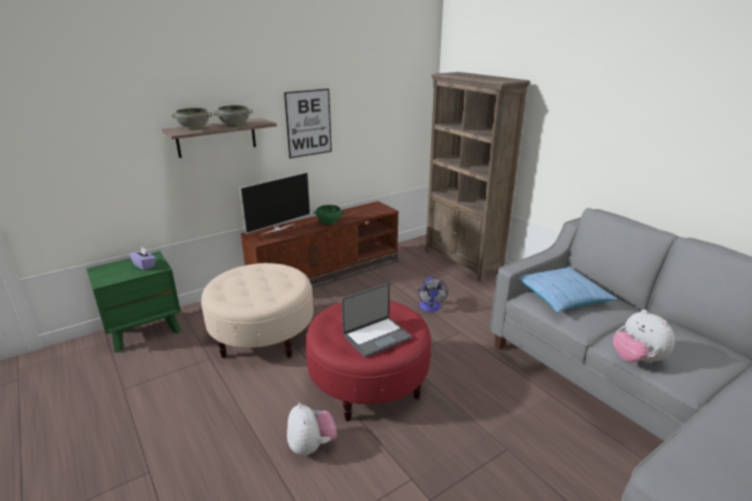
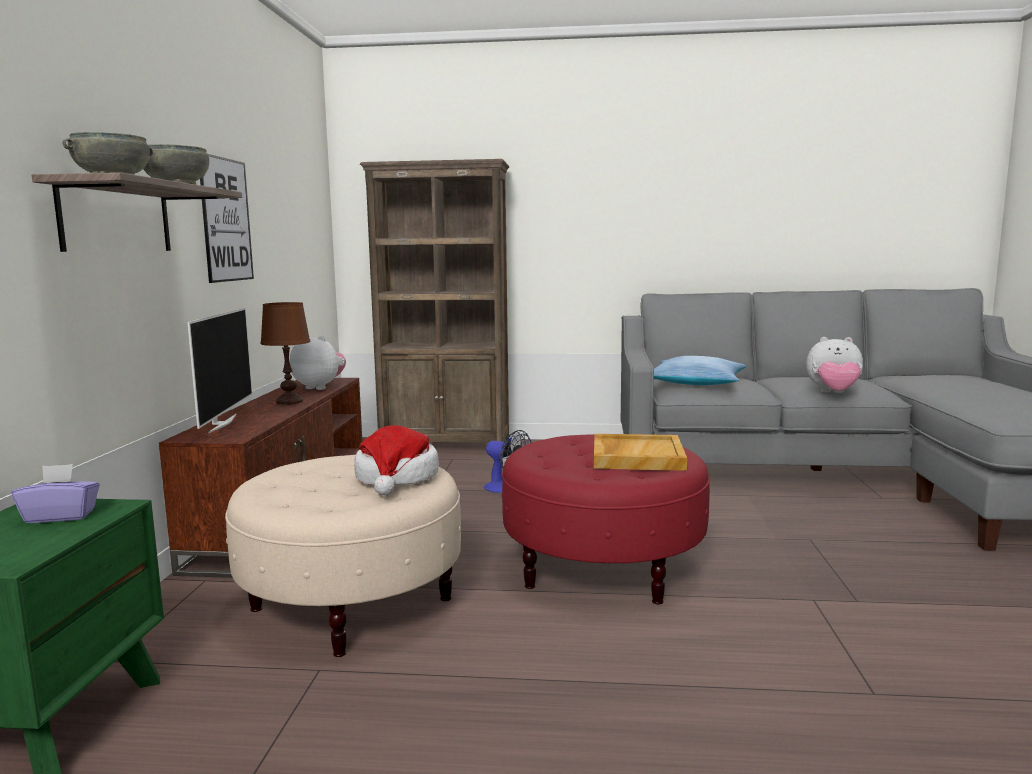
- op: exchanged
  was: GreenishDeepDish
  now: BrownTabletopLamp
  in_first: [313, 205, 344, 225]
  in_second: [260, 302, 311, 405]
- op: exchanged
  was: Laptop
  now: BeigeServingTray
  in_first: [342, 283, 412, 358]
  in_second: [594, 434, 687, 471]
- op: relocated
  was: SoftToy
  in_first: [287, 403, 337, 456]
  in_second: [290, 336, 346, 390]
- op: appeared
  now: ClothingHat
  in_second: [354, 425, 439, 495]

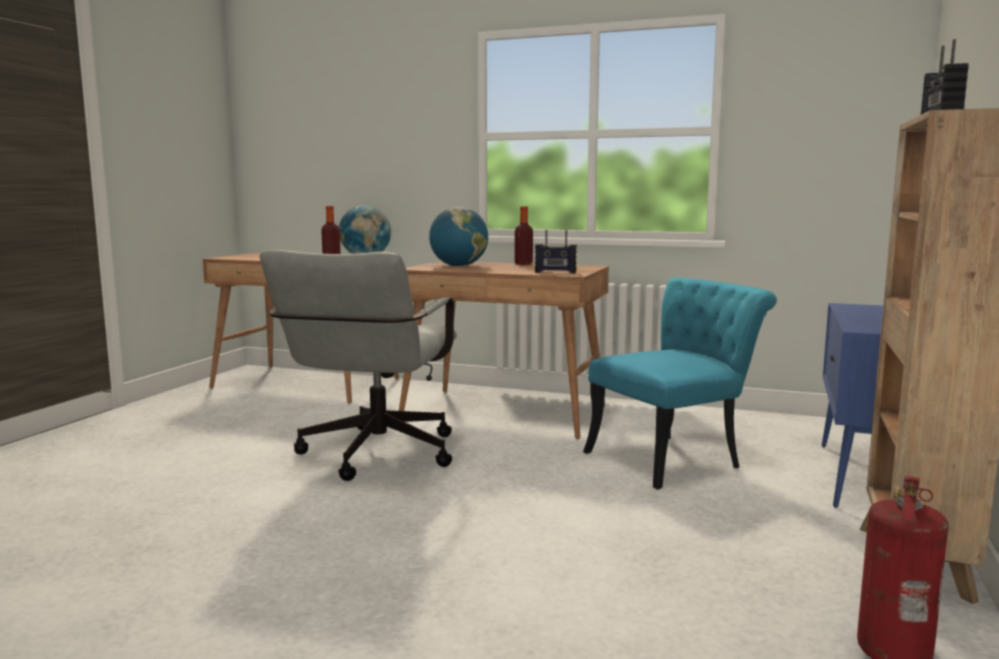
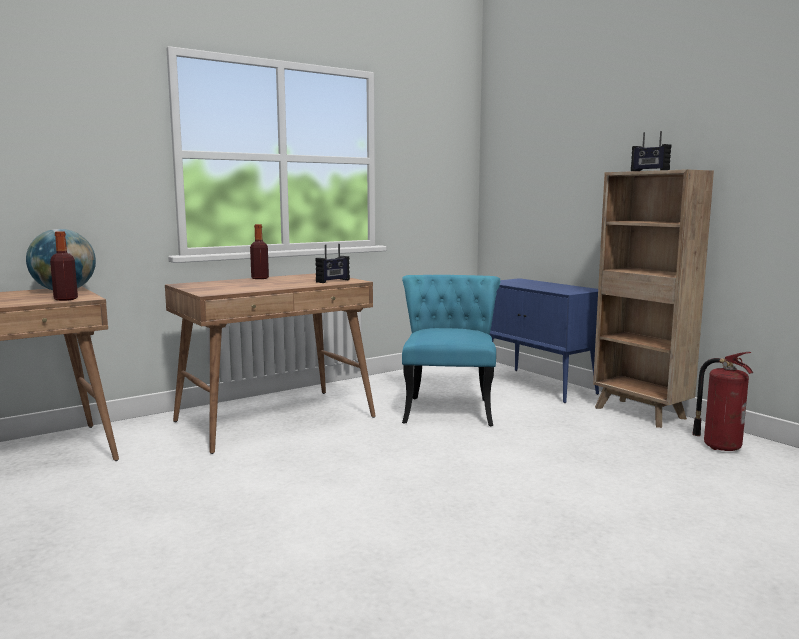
- op: missing
  was: DeskGlobe
  in_first: [429, 207, 488, 266]
- op: missing
  was: GrayDeskChair
  in_first: [260, 250, 457, 481]

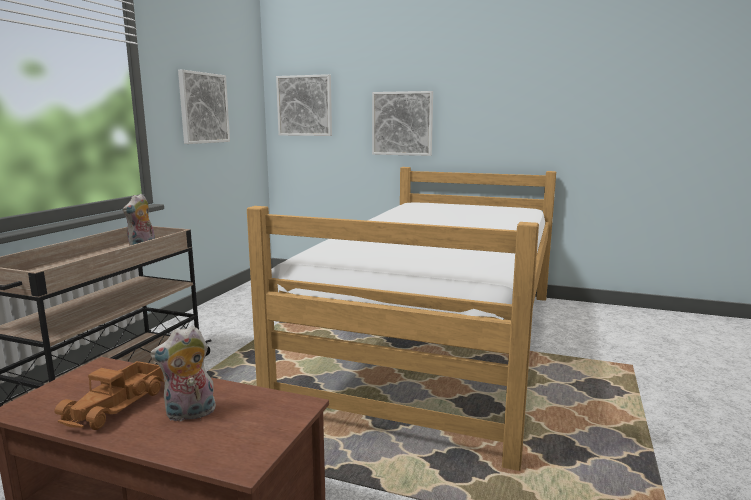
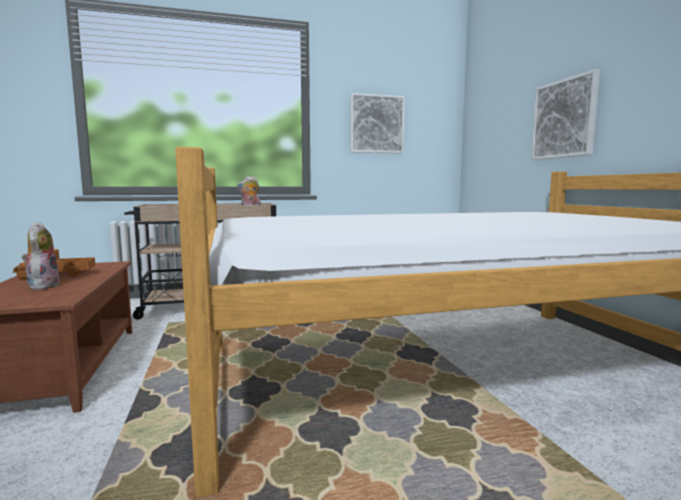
- op: missing
  was: Picture
  in_first: [276, 74, 332, 136]
- op: spun
  was: SoftToy
  in_first: [150, 326, 216, 422]
  in_second: [22, 222, 60, 290]
  clockwise: 45

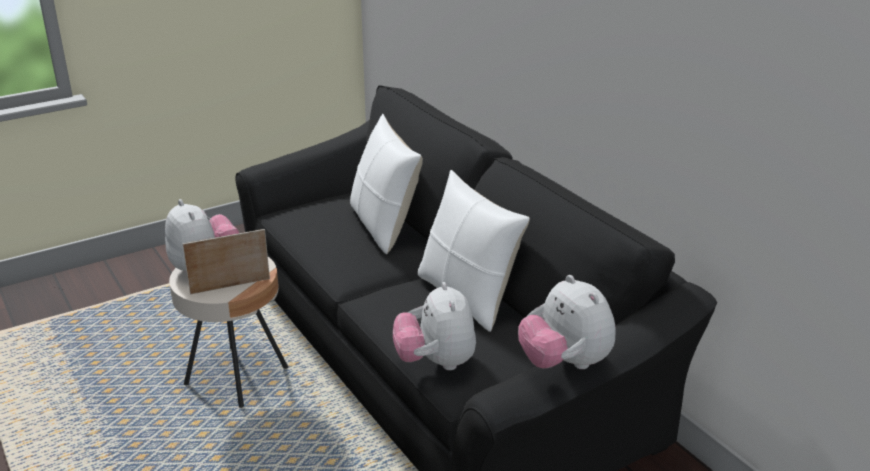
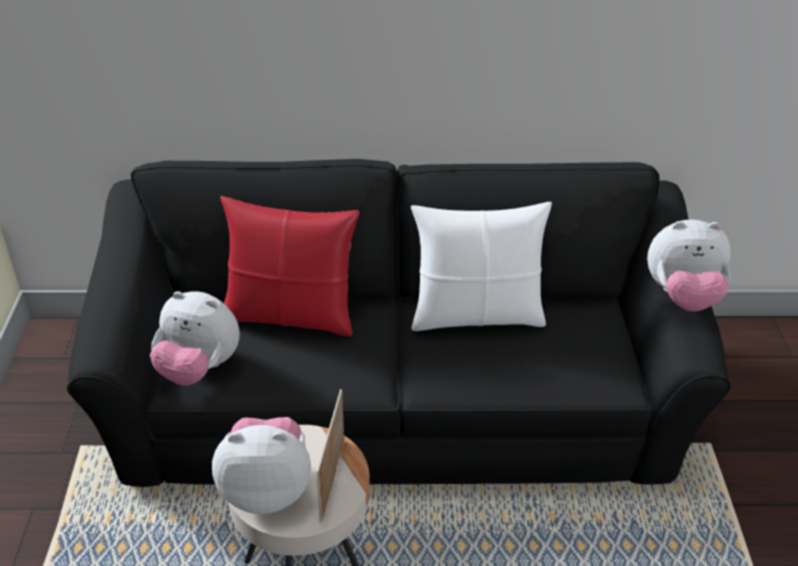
- op: colour
  was: WhitishPillow
  now: RedColouredPillow
  in_first: [350, 114, 423, 254]
  in_second: [220, 196, 360, 337]
- op: relocated
  was: SoftToy
  in_first: [393, 282, 476, 370]
  in_second: [150, 291, 240, 386]

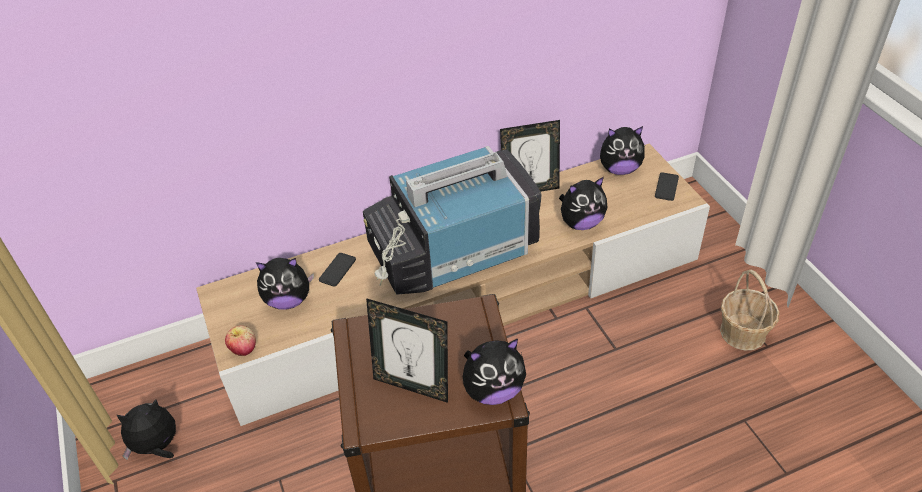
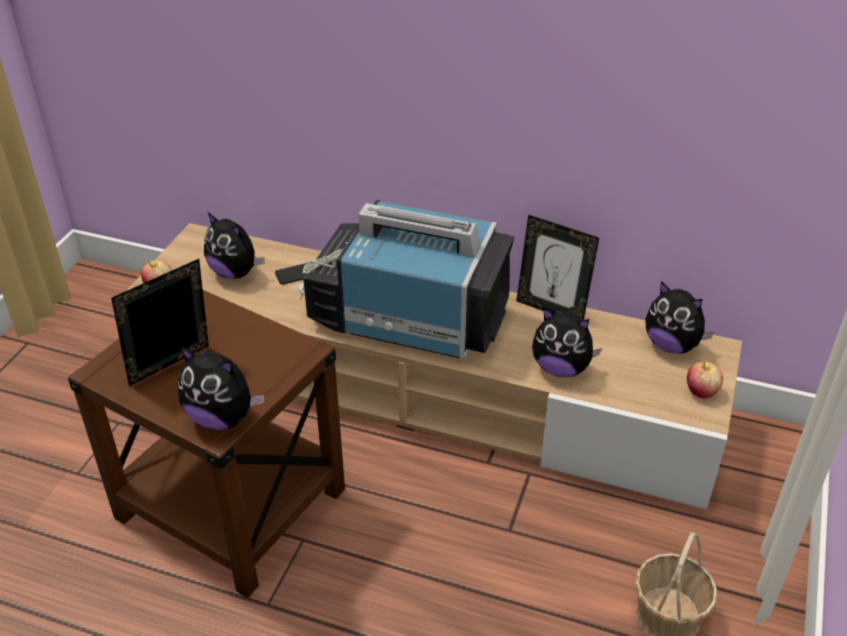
- op: exchanged
  was: Telephone
  now: Apple
  in_first: [655, 172, 679, 201]
  in_second: [687, 361, 723, 399]
- op: spun
  was: PhotoFrame
  in_first: [366, 298, 448, 403]
  in_second: [111, 259, 209, 386]
  clockwise: 75
- op: missing
  was: SoftToy
  in_first: [117, 399, 176, 460]

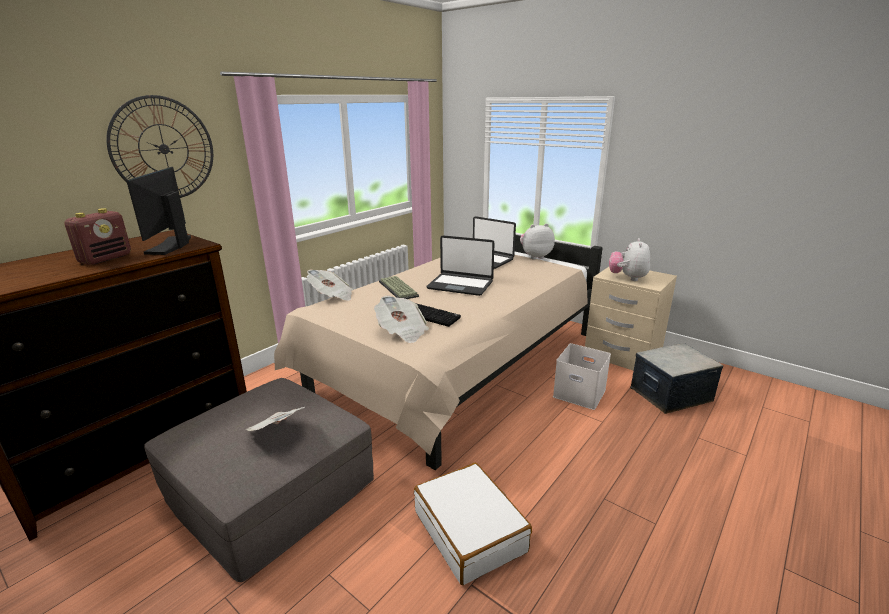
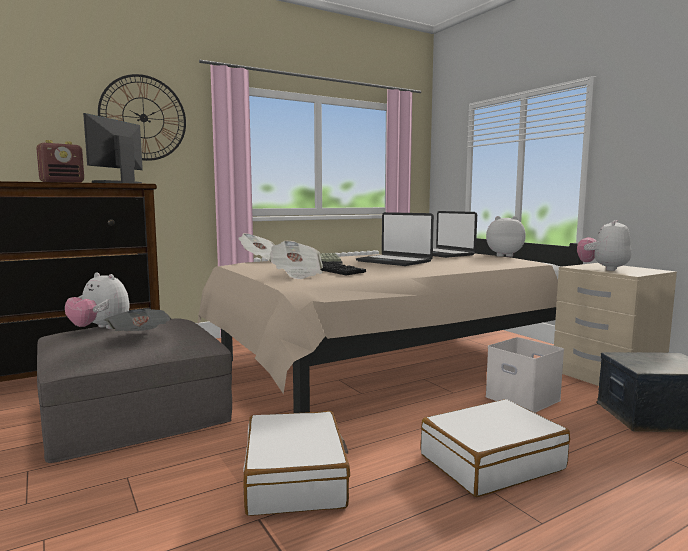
- op: appeared
  now: SoftToy
  in_second: [65, 273, 130, 329]
- op: appeared
  now: WhitishPieceOfLuggage
  in_second: [421, 399, 570, 497]

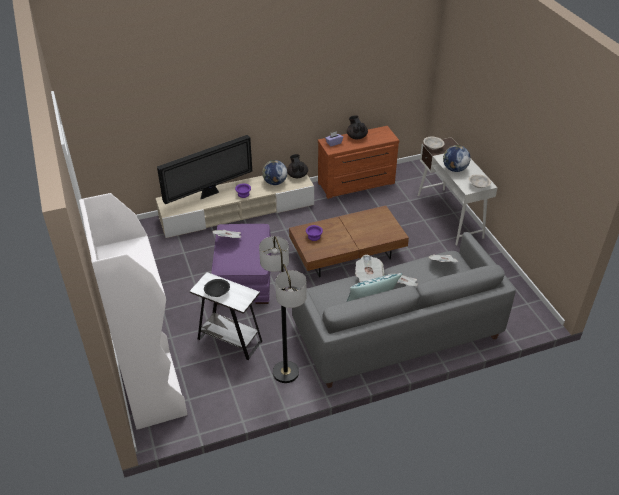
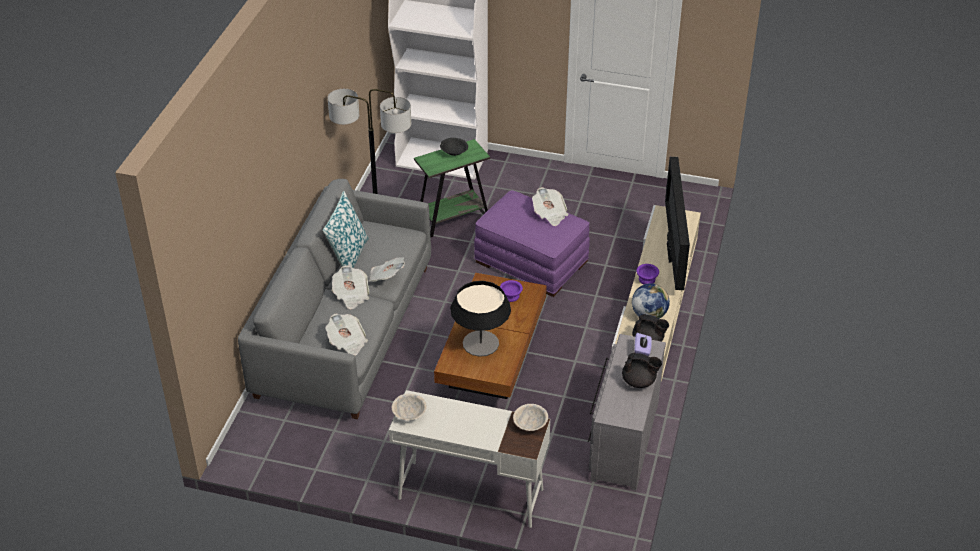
- op: colour
  was: BrownChestOfDrawers
  now: GrayChestOfDrawers
  in_first: [318, 126, 400, 199]
  in_second: [588, 334, 666, 491]
- op: missing
  was: DeskGlobe
  in_first: [443, 145, 470, 172]
- op: colour
  was: WhitishEndTable
  now: GreenishEndTable
  in_first: [190, 272, 262, 360]
  in_second: [414, 139, 490, 237]
- op: appeared
  now: TabletopLamp
  in_second: [450, 281, 511, 357]

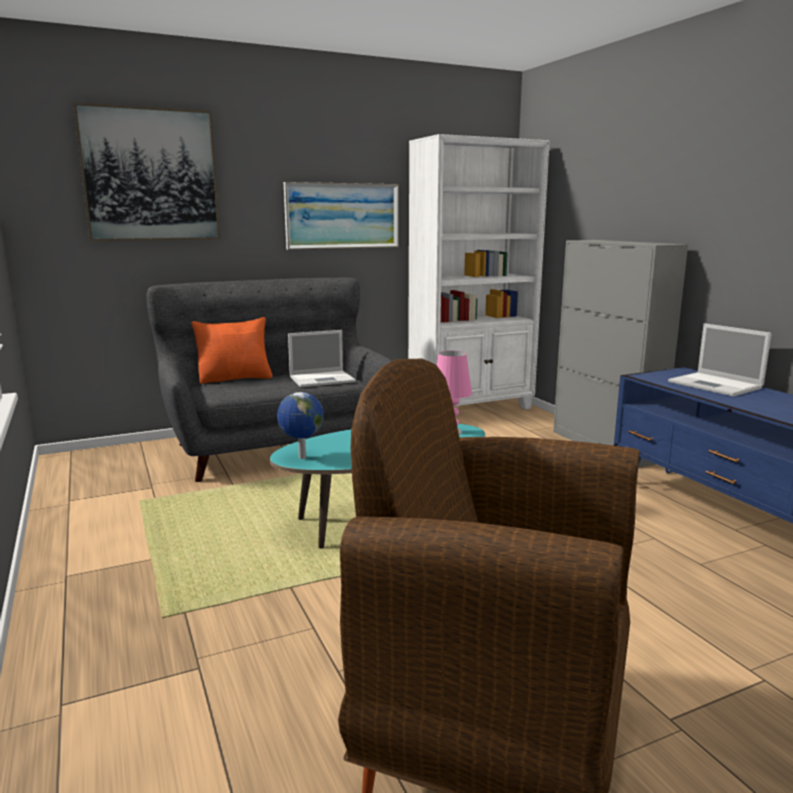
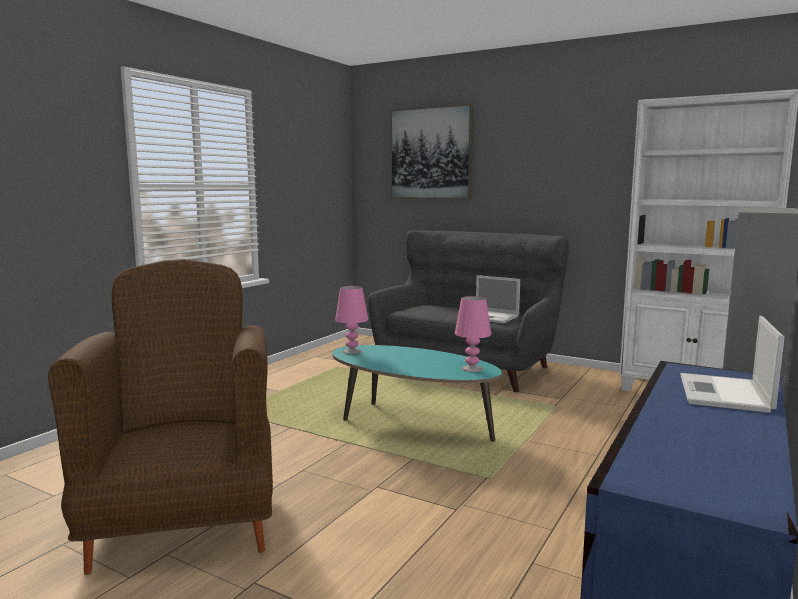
- op: missing
  was: Picture
  in_first: [284, 182, 399, 250]
- op: missing
  was: OrangePillow
  in_first: [192, 317, 272, 384]
- op: exchanged
  was: DeskGlobe
  now: PinkTabletopLamp
  in_first: [277, 392, 324, 459]
  in_second: [335, 286, 368, 354]

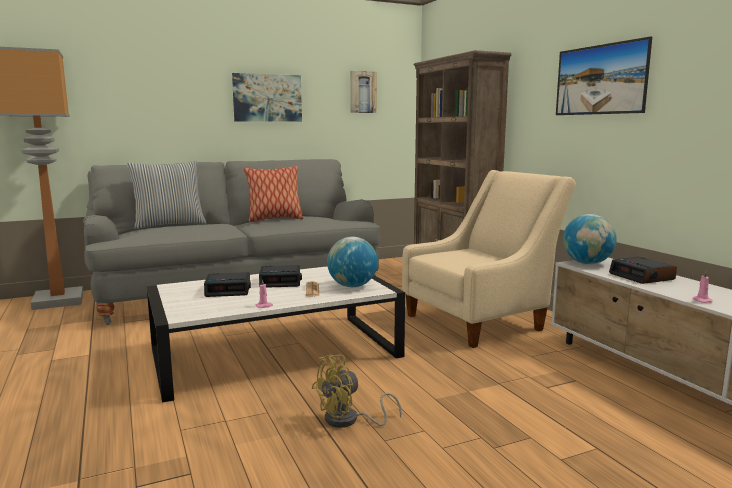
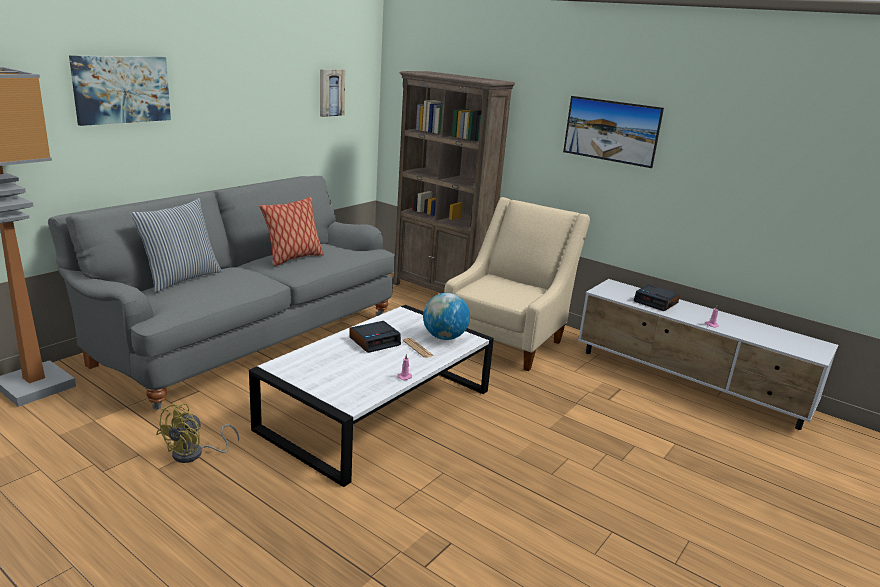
- op: relocated
  was: Picture
  in_first: [232, 73, 302, 122]
  in_second: [69, 55, 171, 126]
- op: missing
  was: DeskGlobe
  in_first: [563, 214, 617, 264]
- op: missing
  was: TableClock
  in_first: [204, 272, 251, 297]
- op: relocated
  was: YellowishFan
  in_first: [311, 355, 402, 428]
  in_second: [156, 404, 239, 463]

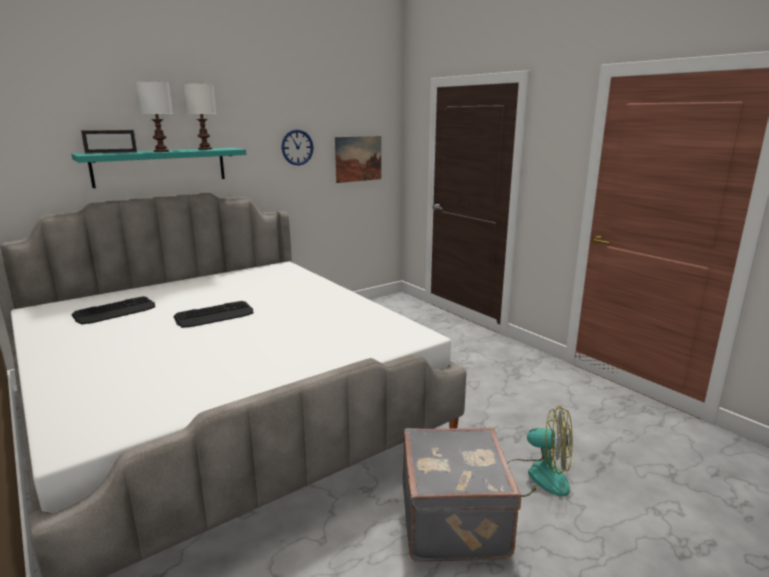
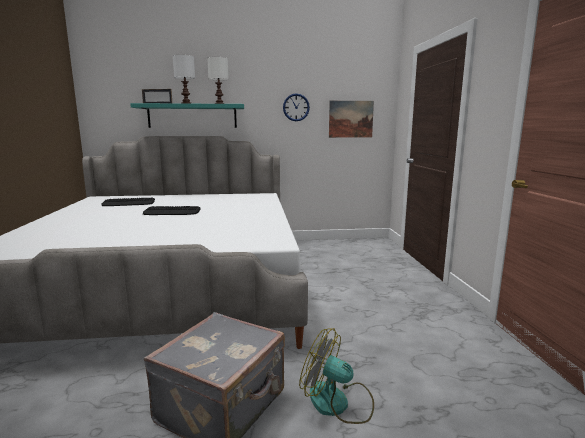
- op: spun
  was: Fan
  in_first: [507, 406, 572, 497]
  in_second: [299, 328, 374, 424]
  clockwise: 150

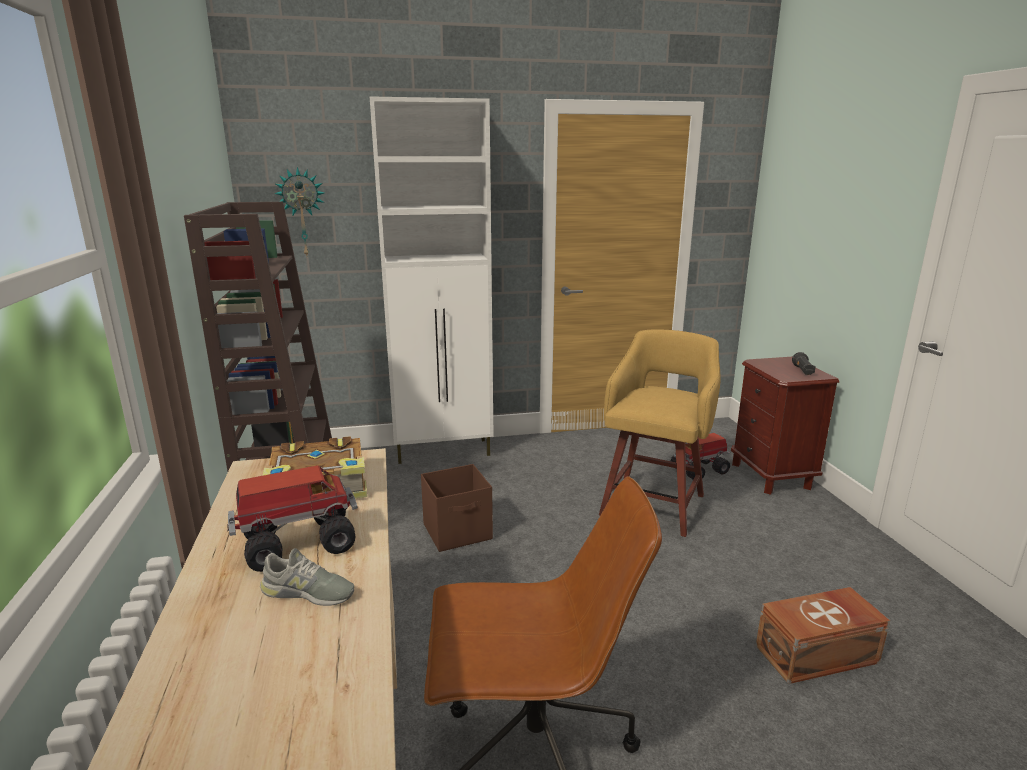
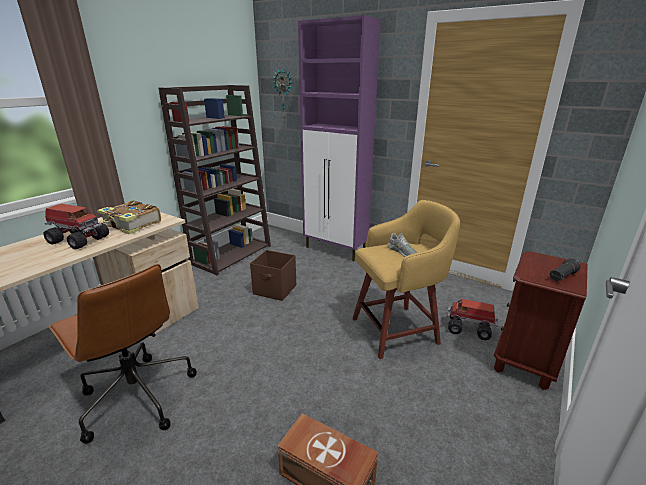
- op: colour
  was: WhitishCabinet
  now: PurplishCabinet
  in_first: [369, 96, 494, 464]
  in_second: [298, 15, 381, 261]
- op: relocated
  was: GrayLowShoe
  in_first: [260, 548, 354, 606]
  in_second: [387, 233, 417, 257]

